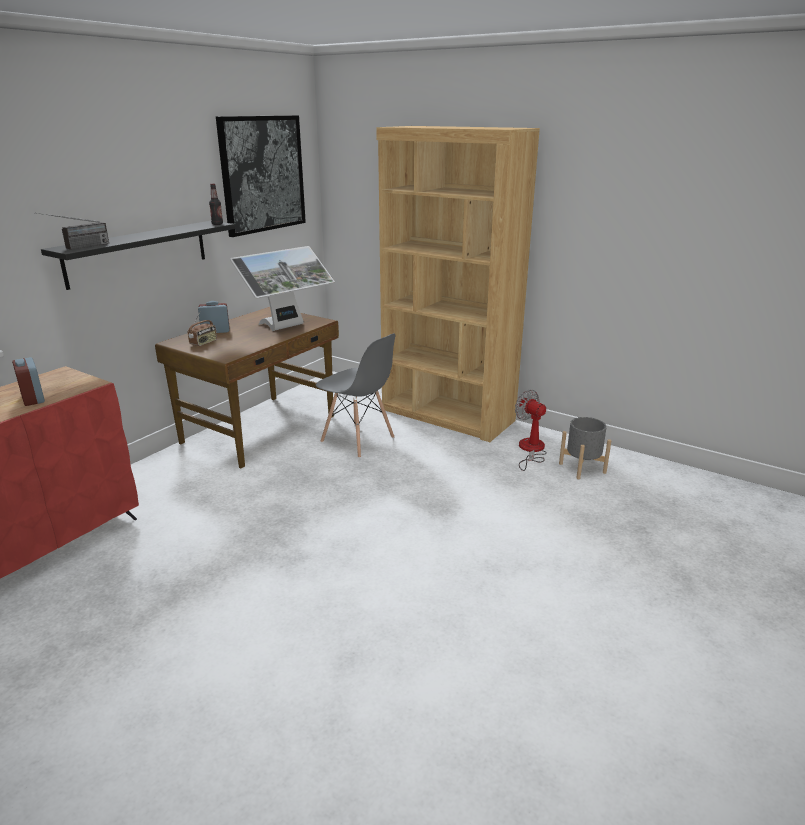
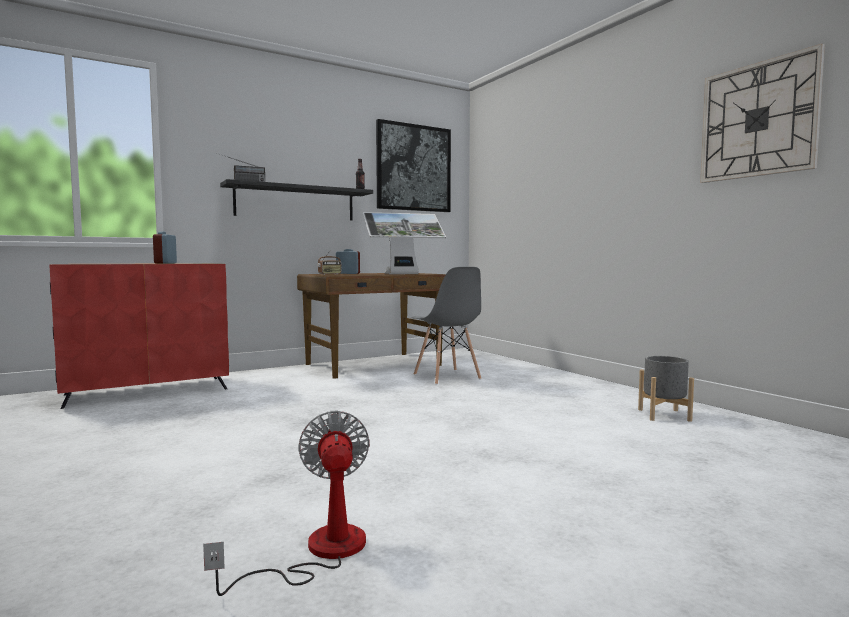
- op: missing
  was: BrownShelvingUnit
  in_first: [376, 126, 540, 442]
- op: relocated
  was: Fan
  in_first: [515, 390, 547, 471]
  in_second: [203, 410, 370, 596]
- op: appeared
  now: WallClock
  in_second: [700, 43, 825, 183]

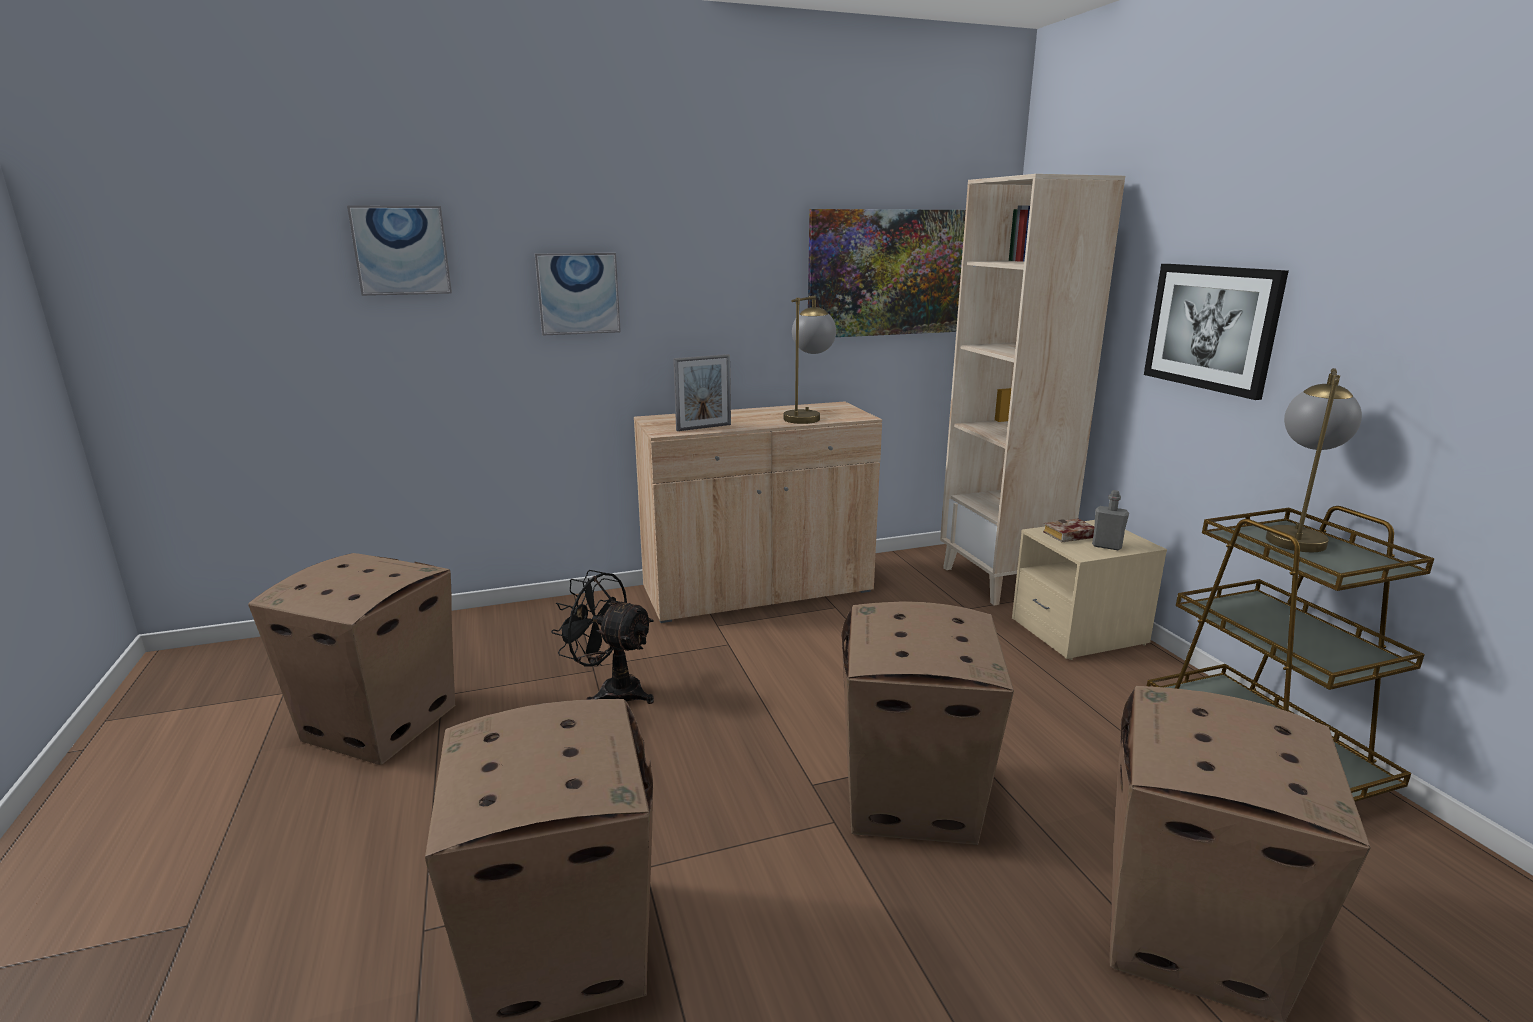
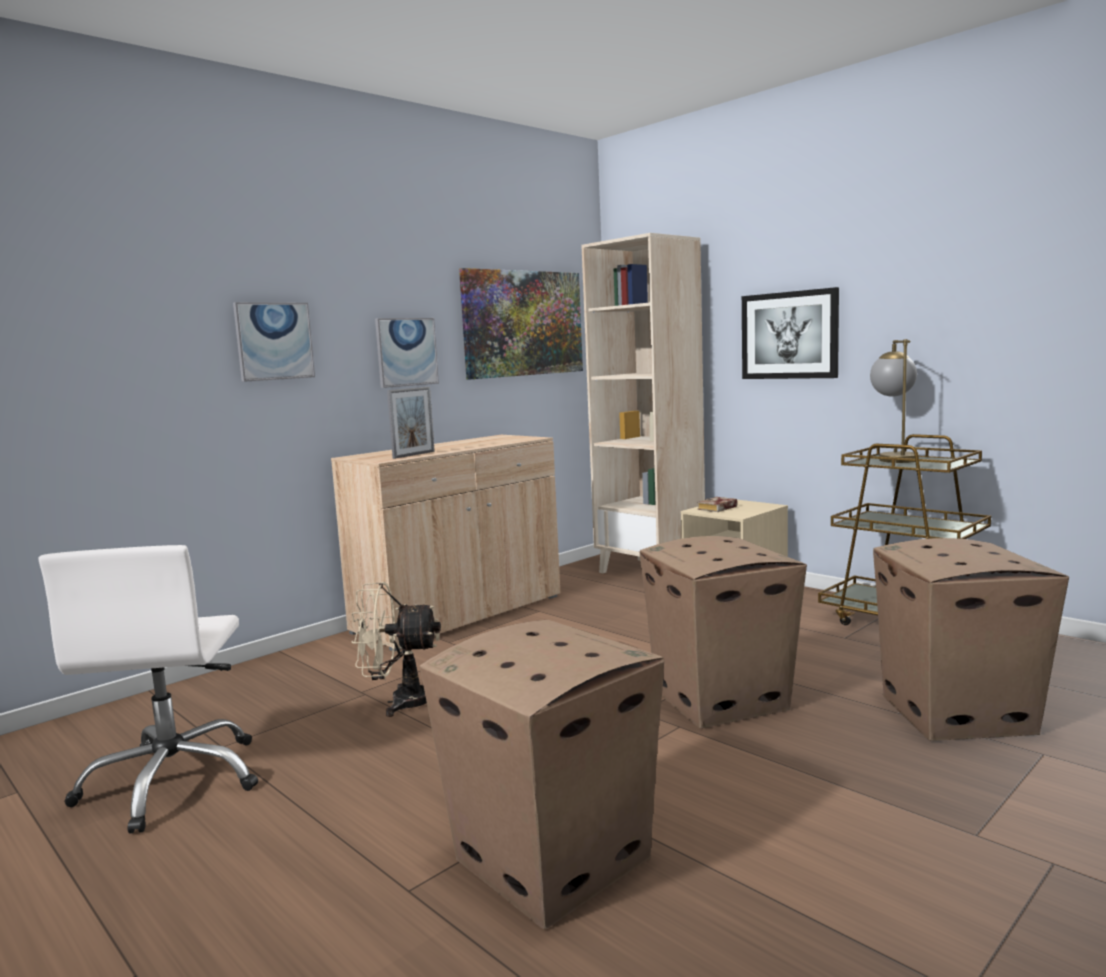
- op: relocated
  was: Picture
  in_first: [347, 205, 452, 296]
  in_second: [375, 318, 439, 388]
- op: missing
  was: TabletopLamp
  in_first: [784, 296, 836, 424]
- op: missing
  was: GrayDrinkBottle
  in_first: [1092, 490, 1129, 550]
- op: exchanged
  was: Carton
  now: WhitishDeskChair
  in_first: [248, 553, 456, 765]
  in_second: [39, 545, 258, 833]
- op: colour
  was: BlackishFan
  now: BeigeFan
  in_first: [551, 570, 654, 704]
  in_second: [351, 582, 441, 717]

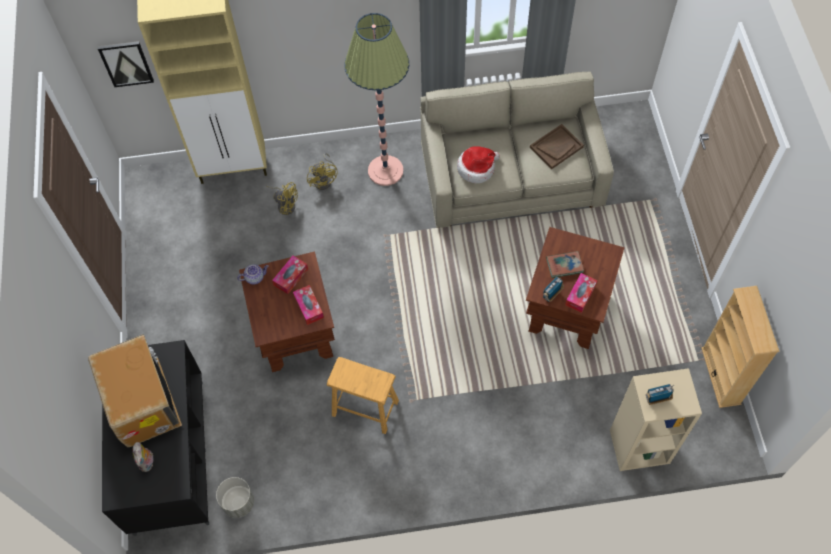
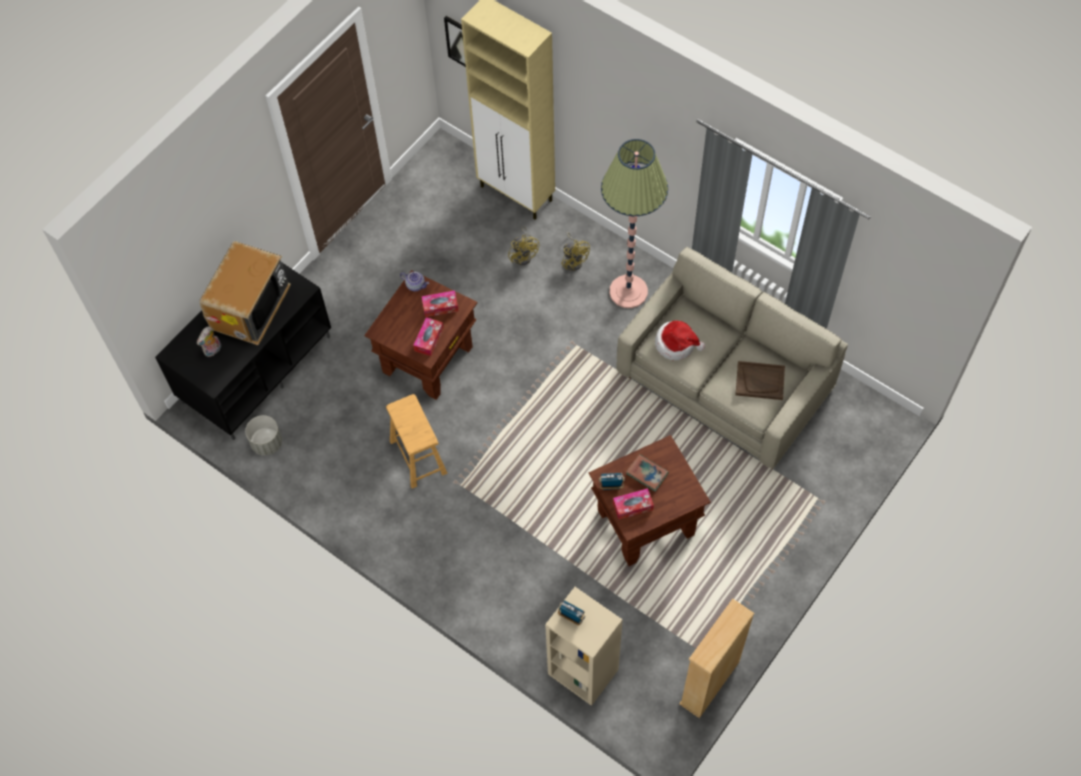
- op: spun
  was: YellowishFan
  in_first: [307, 153, 338, 190]
  in_second: [561, 232, 590, 271]
  clockwise: -60

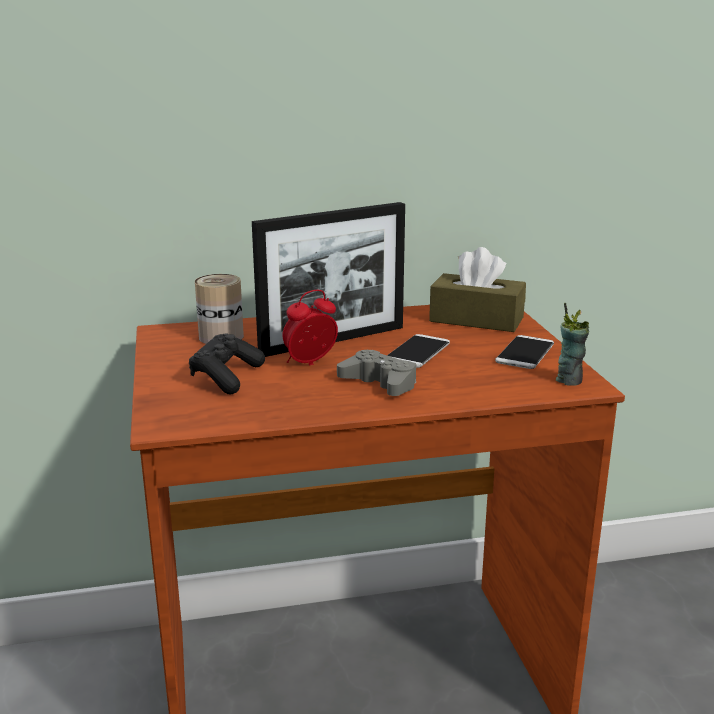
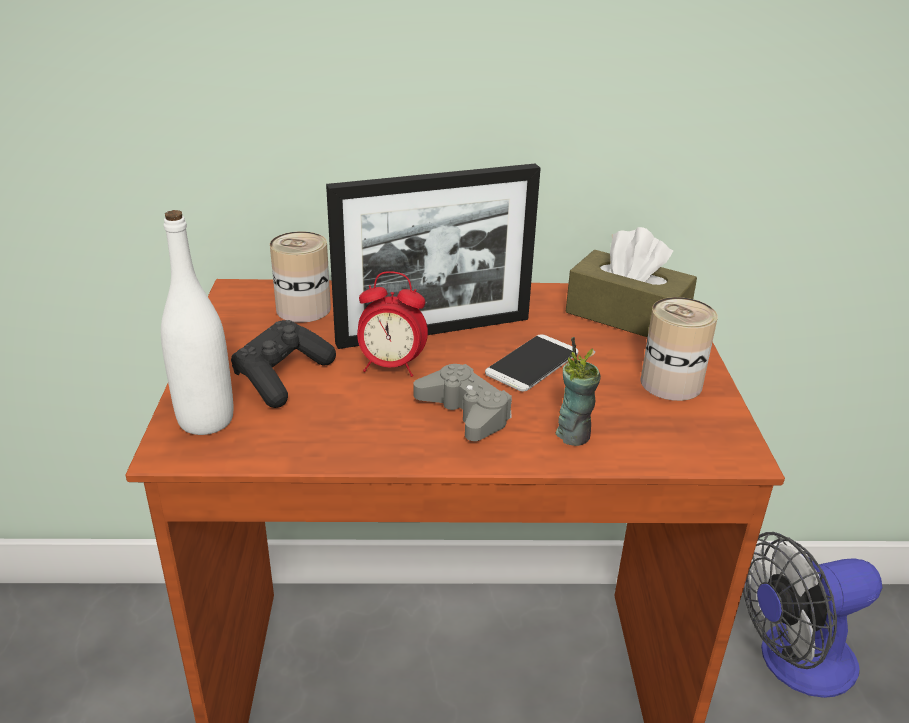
- op: spun
  was: TableClock
  in_first: [282, 290, 338, 365]
  in_second: [357, 271, 428, 377]
  clockwise: -150
- op: relocated
  was: DrinkingCup
  in_first: [556, 303, 589, 386]
  in_second: [556, 337, 601, 446]
- op: exchanged
  was: Telephone
  now: Can
  in_first: [495, 335, 554, 369]
  in_second: [640, 297, 718, 401]
- op: appeared
  now: WhitishDrinkBottle
  in_second: [161, 210, 233, 435]
- op: appeared
  now: Fan
  in_second: [743, 532, 882, 698]

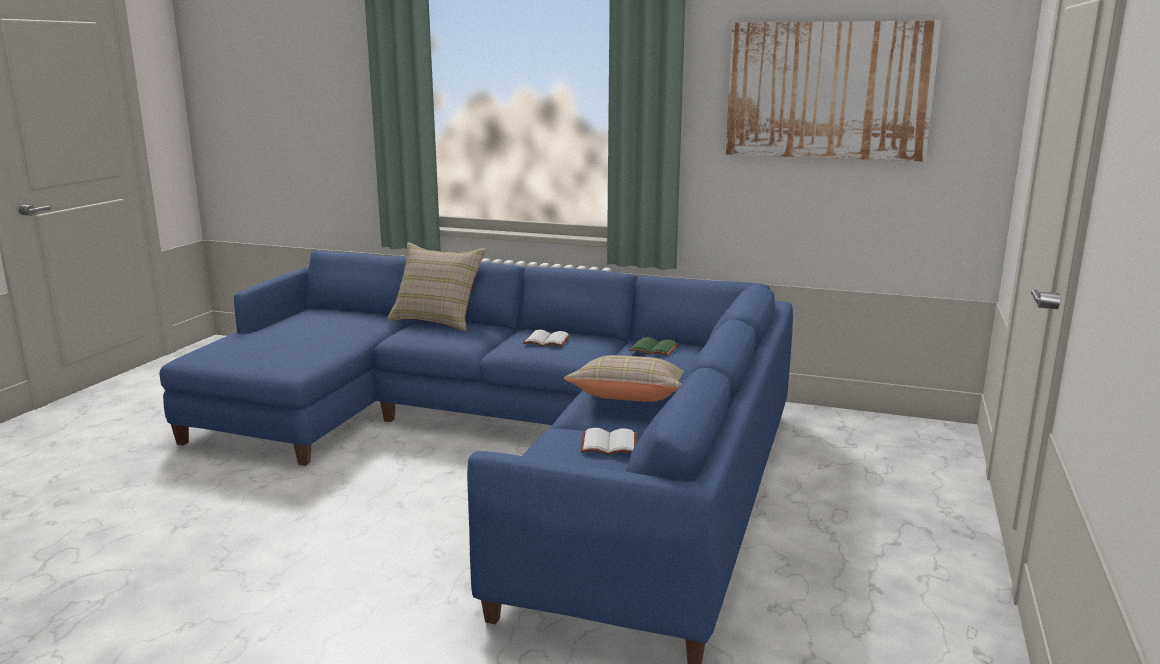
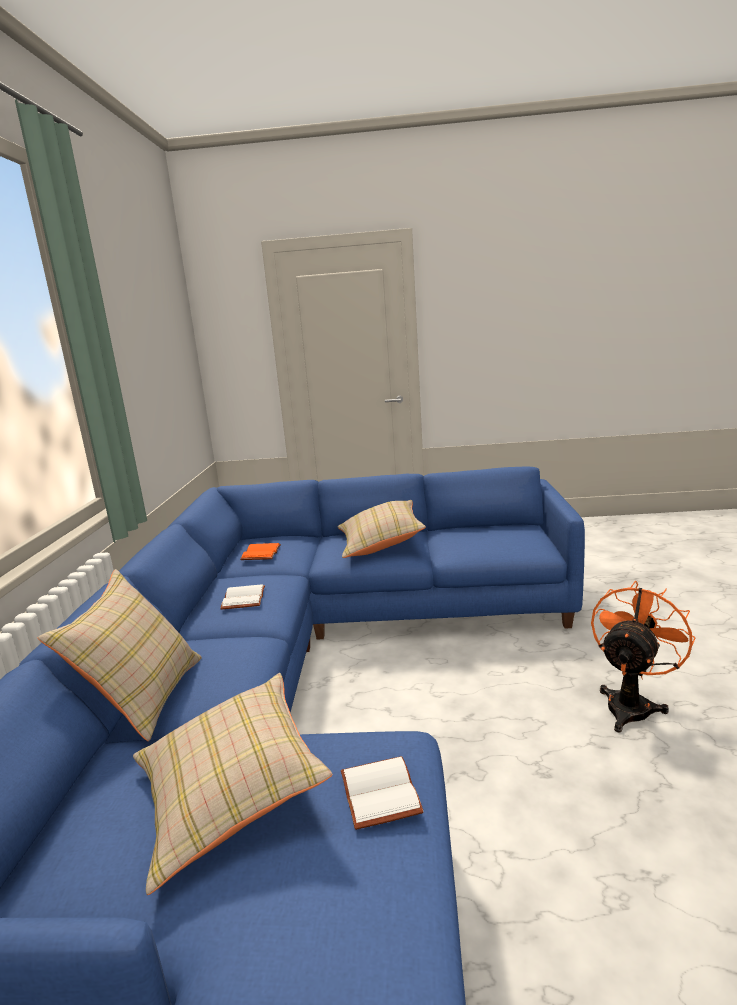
- op: missing
  was: Picture
  in_first: [726, 21, 942, 162]
- op: colour
  was: GreenishBook
  now: OrangeBook
  in_first: [629, 337, 679, 356]
  in_second: [240, 543, 281, 560]
- op: relocated
  was: WhitishBook
  in_first: [580, 428, 637, 455]
  in_second: [341, 756, 424, 830]
- op: appeared
  now: OrangeFan
  in_second: [591, 581, 695, 733]
- op: appeared
  now: BeigePillow
  in_second: [133, 673, 333, 895]

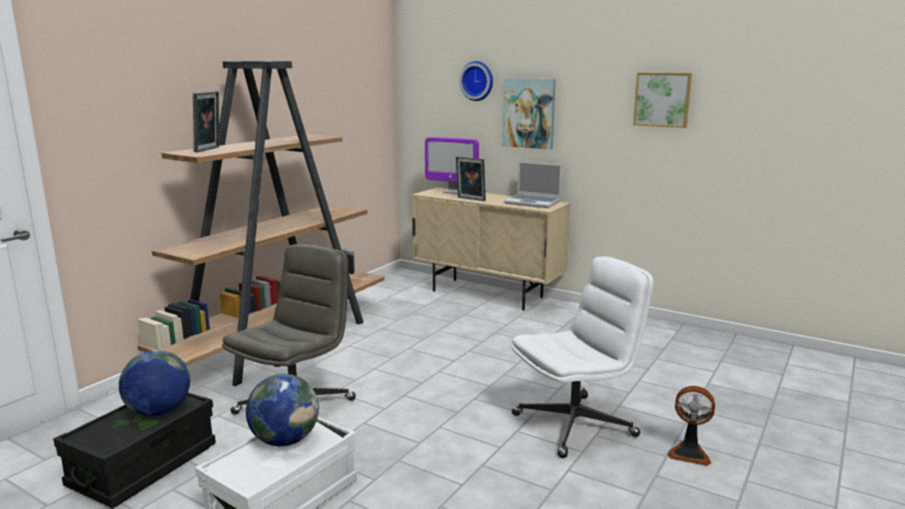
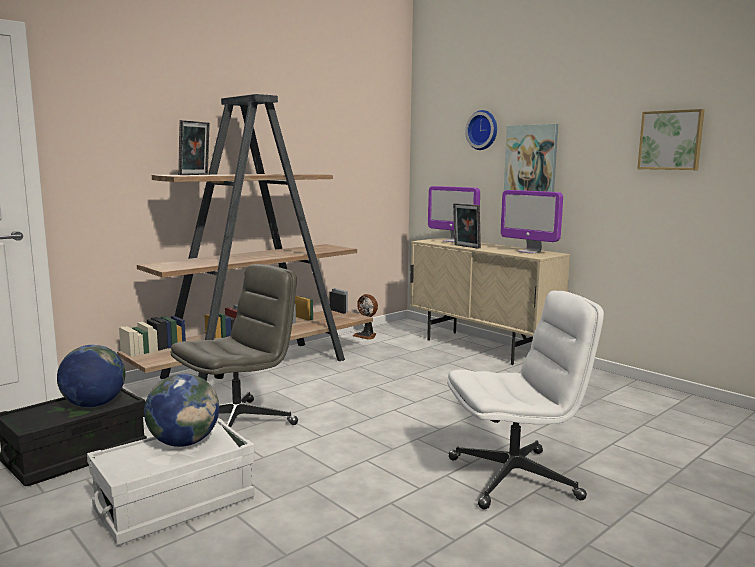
- op: exchanged
  was: Laptop
  now: ComputerScreen
  in_first: [504, 161, 562, 208]
  in_second: [501, 190, 563, 254]
- op: relocated
  was: Fan
  in_first: [667, 386, 715, 466]
  in_second: [353, 294, 378, 340]

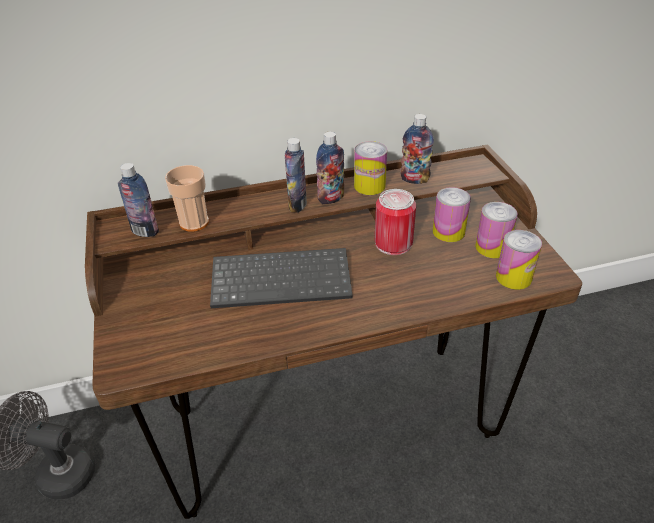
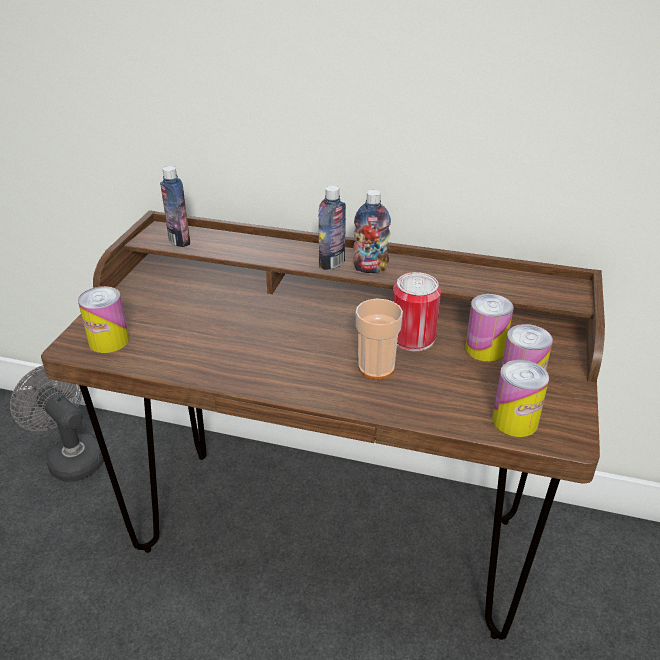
- op: missing
  was: DrinkBottle
  in_first: [400, 114, 434, 184]
- op: relocated
  was: Can
  in_first: [354, 141, 387, 195]
  in_second: [78, 286, 129, 353]
- op: relocated
  was: DrinkingCup
  in_first: [165, 165, 209, 232]
  in_second: [356, 299, 403, 379]
- op: missing
  was: ComputerKeyboard
  in_first: [210, 248, 353, 308]

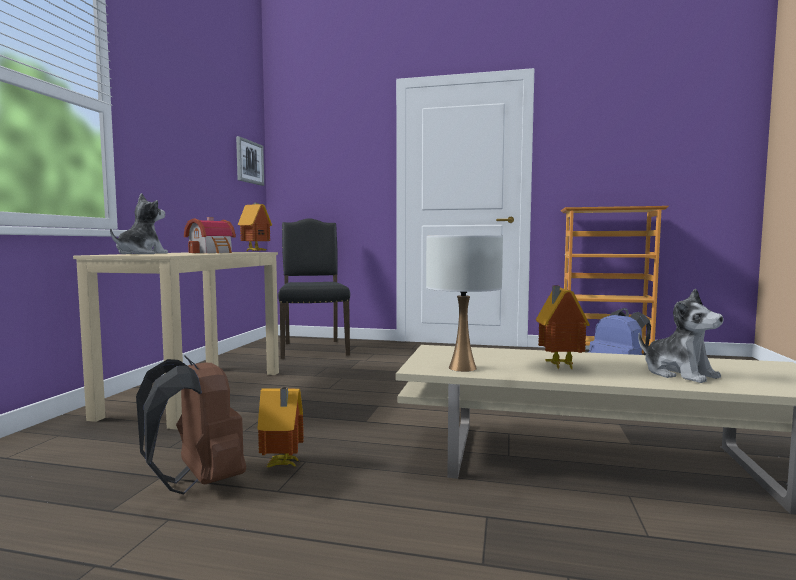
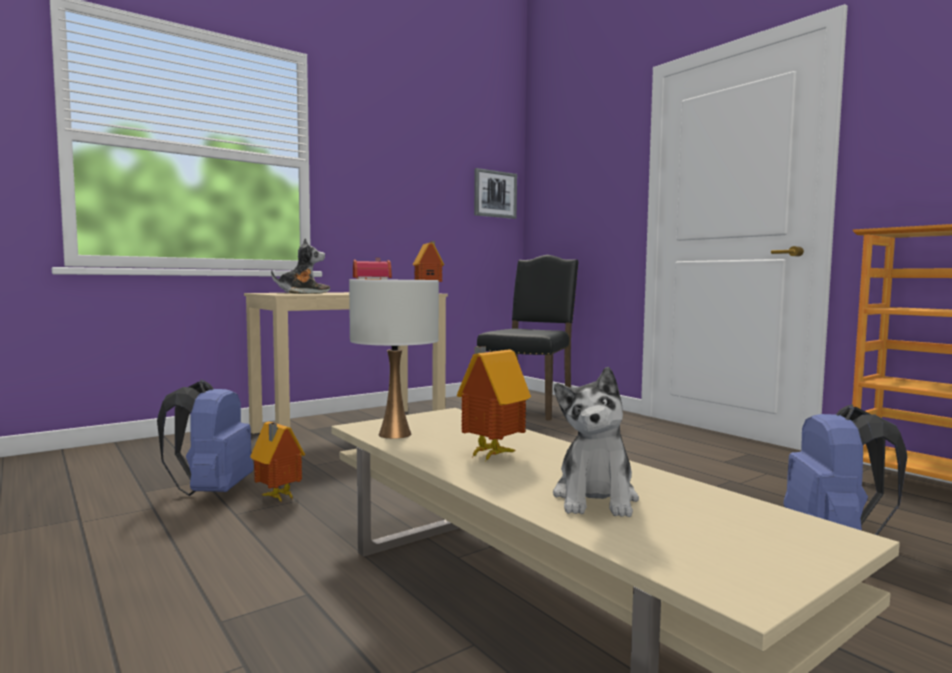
- op: colour
  was: BrownBackpack
  now: BlueBackpack
  in_first: [136, 356, 246, 494]
  in_second: [157, 380, 254, 496]
- op: appeared
  now: LowShoe
  in_second: [289, 268, 330, 294]

